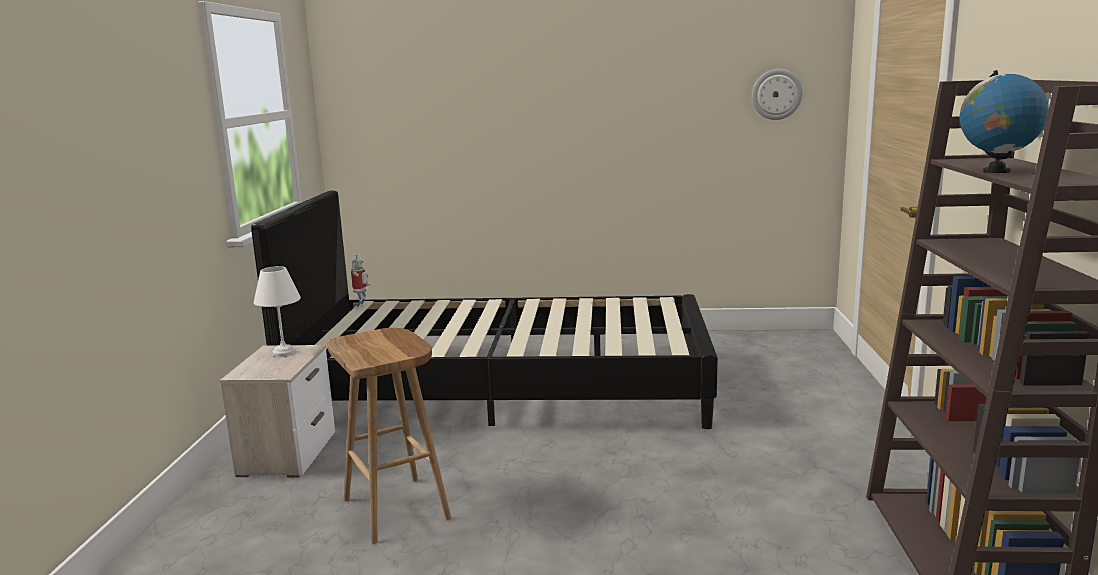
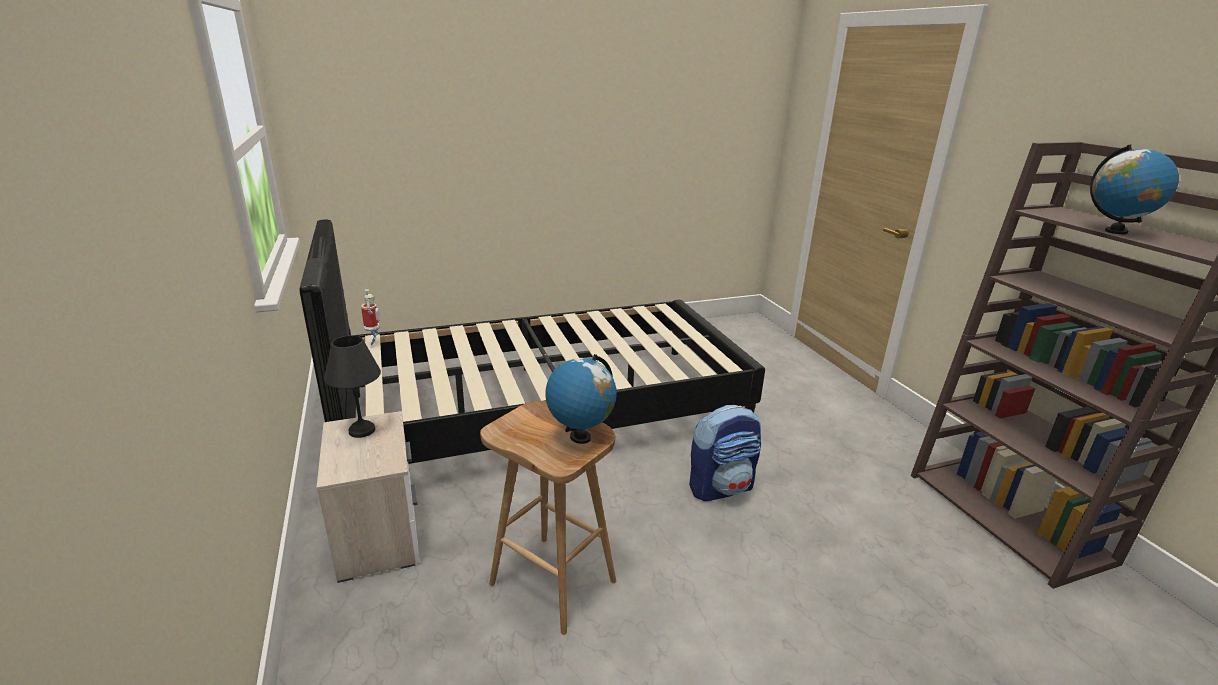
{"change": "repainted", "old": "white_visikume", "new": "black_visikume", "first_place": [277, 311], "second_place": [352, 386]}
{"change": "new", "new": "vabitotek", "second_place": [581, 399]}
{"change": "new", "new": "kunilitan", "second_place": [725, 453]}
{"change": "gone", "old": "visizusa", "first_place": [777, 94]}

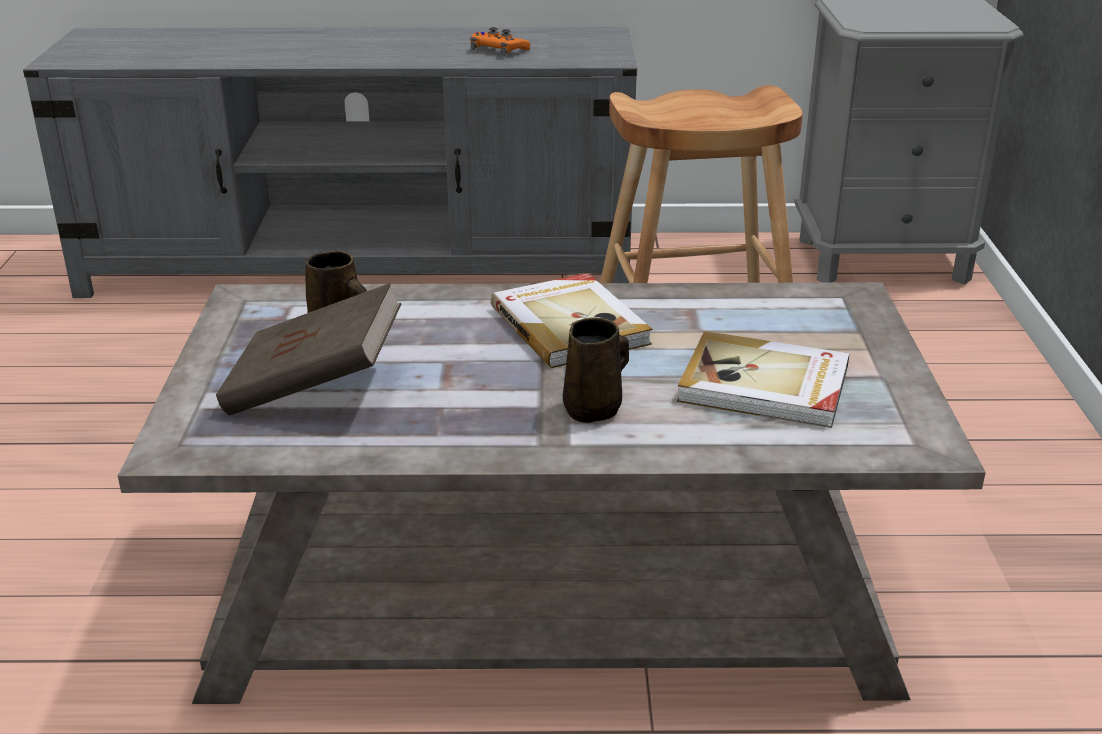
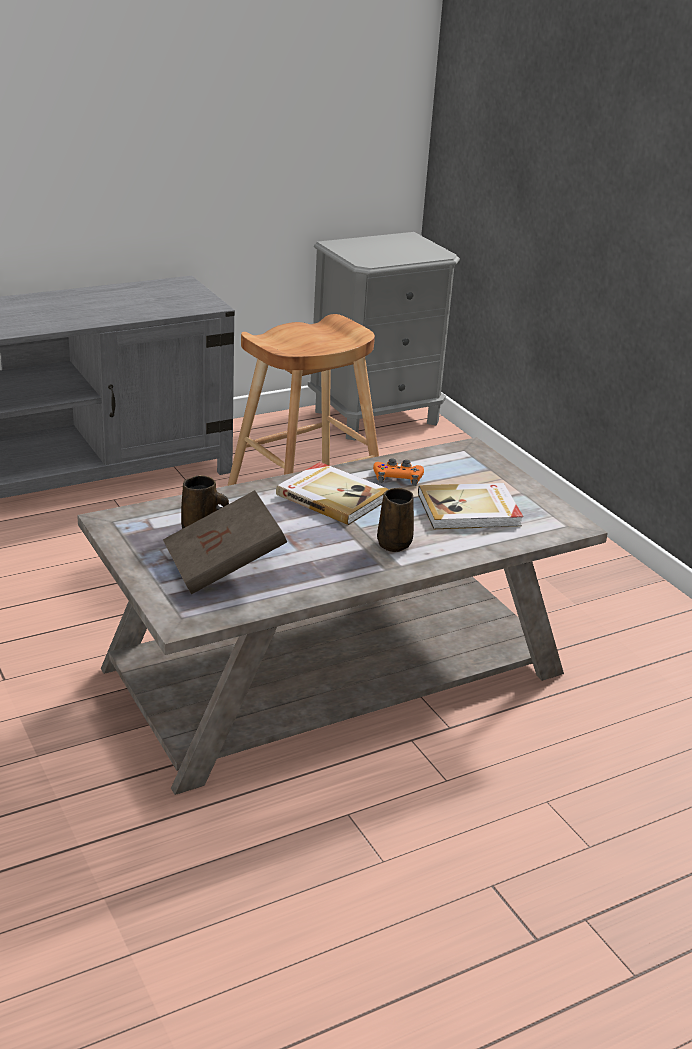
{"change": "shifted", "old": "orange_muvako", "first_place": [500, 41], "second_place": [398, 472]}

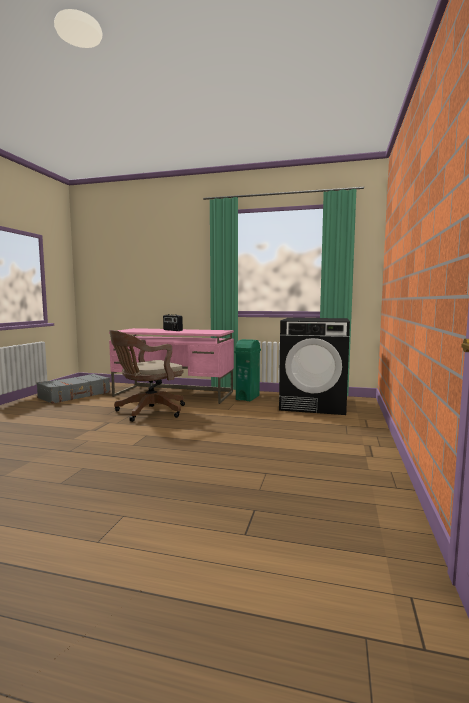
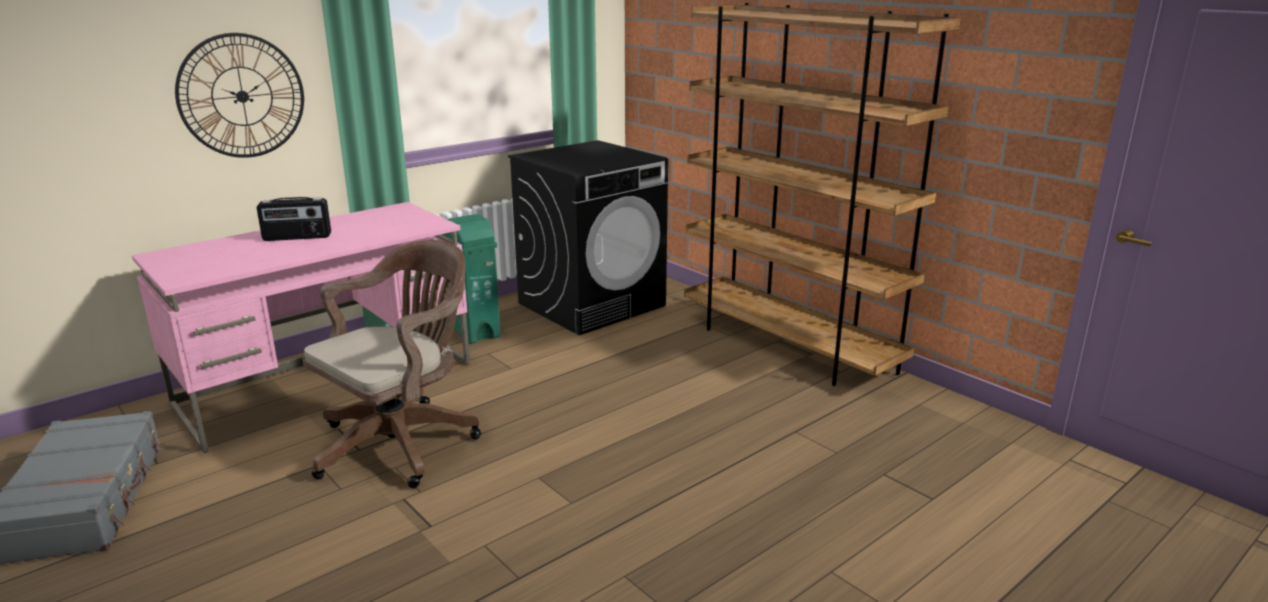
{"change": "new", "new": "visizusa", "second_place": [239, 95]}
{"change": "rotated", "old": "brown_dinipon", "first_place": [147, 376], "second_place": [392, 364], "degrees": -135}
{"change": "new", "new": "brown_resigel", "second_place": [822, 194]}

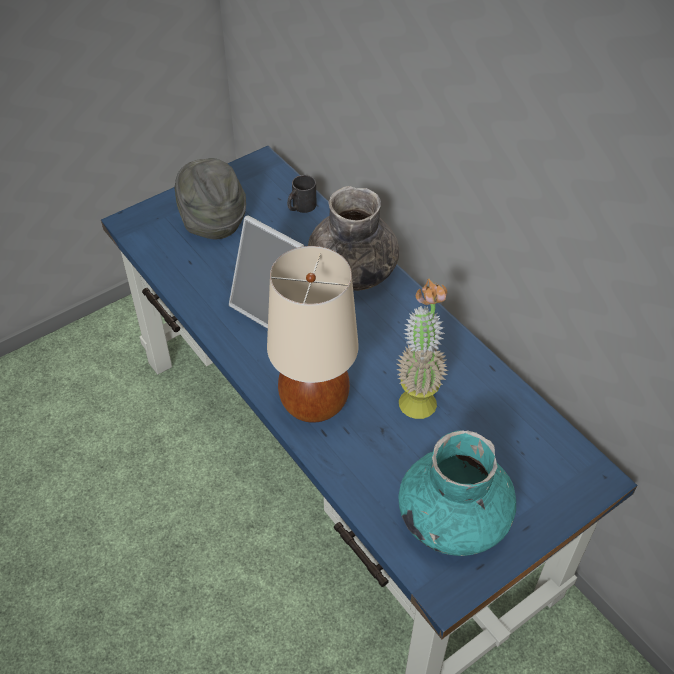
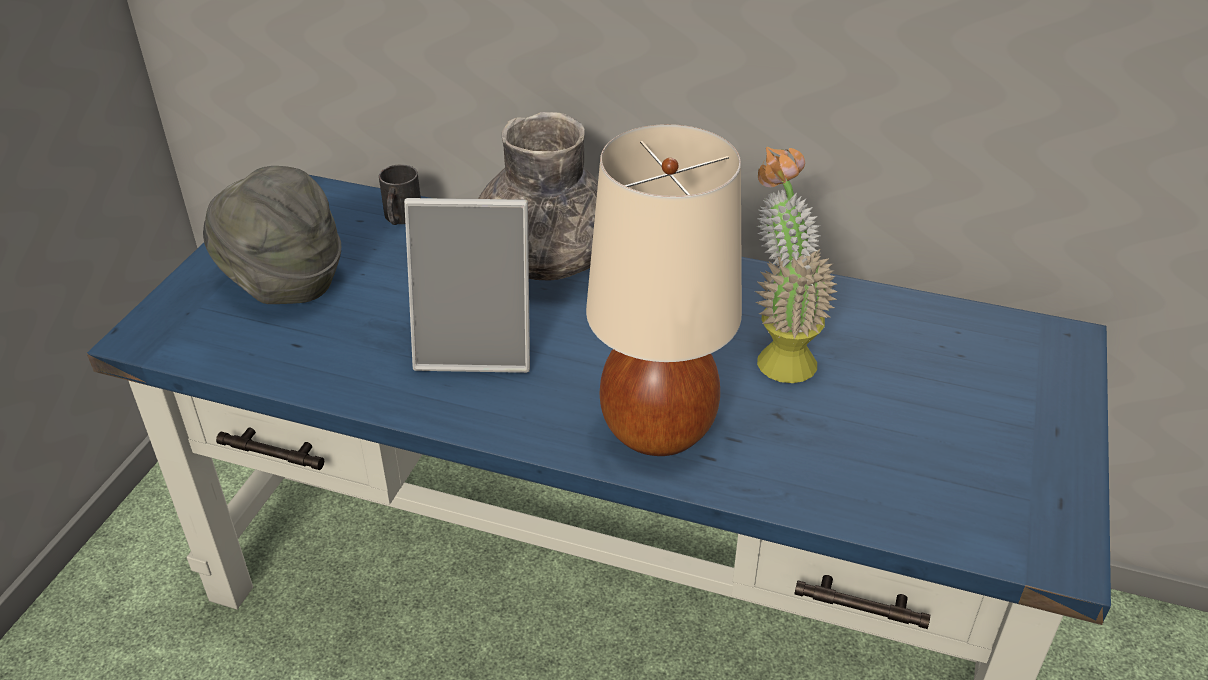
{"change": "gone", "old": "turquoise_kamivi", "first_place": [457, 493]}

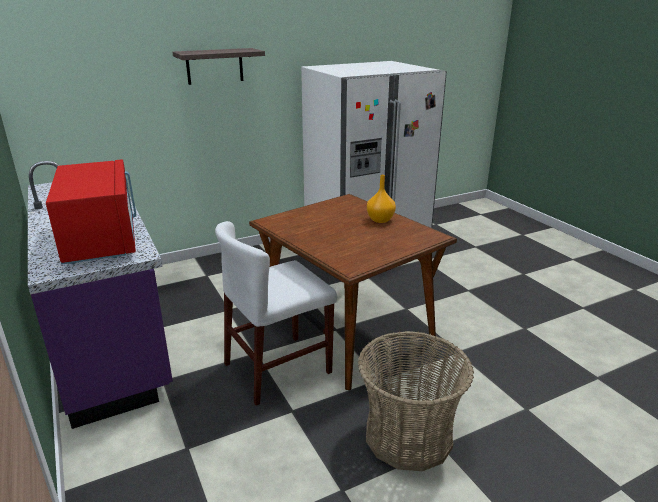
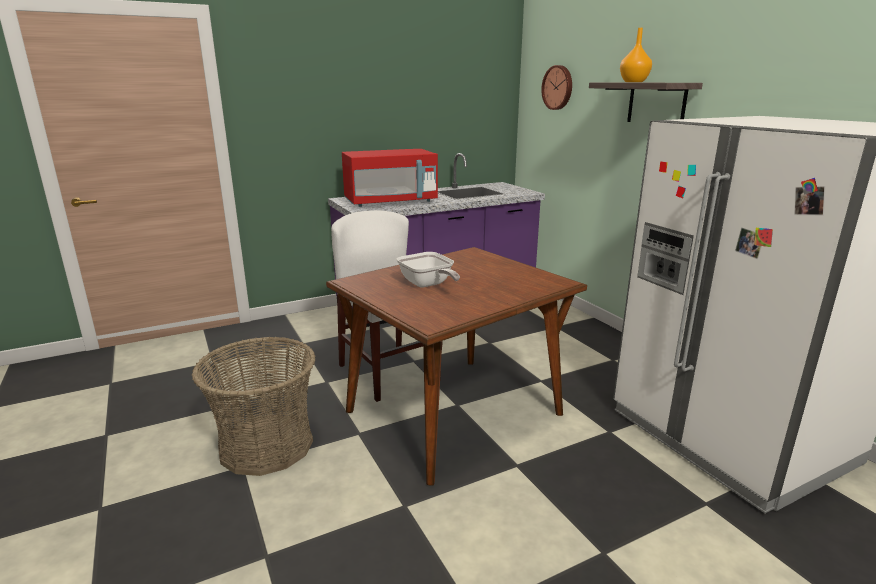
{"change": "new", "new": "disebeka", "second_place": [428, 270]}
{"change": "new", "new": "visizusa", "second_place": [556, 87]}
{"change": "shifted", "old": "orange_kamivi", "first_place": [381, 199], "second_place": [636, 55]}

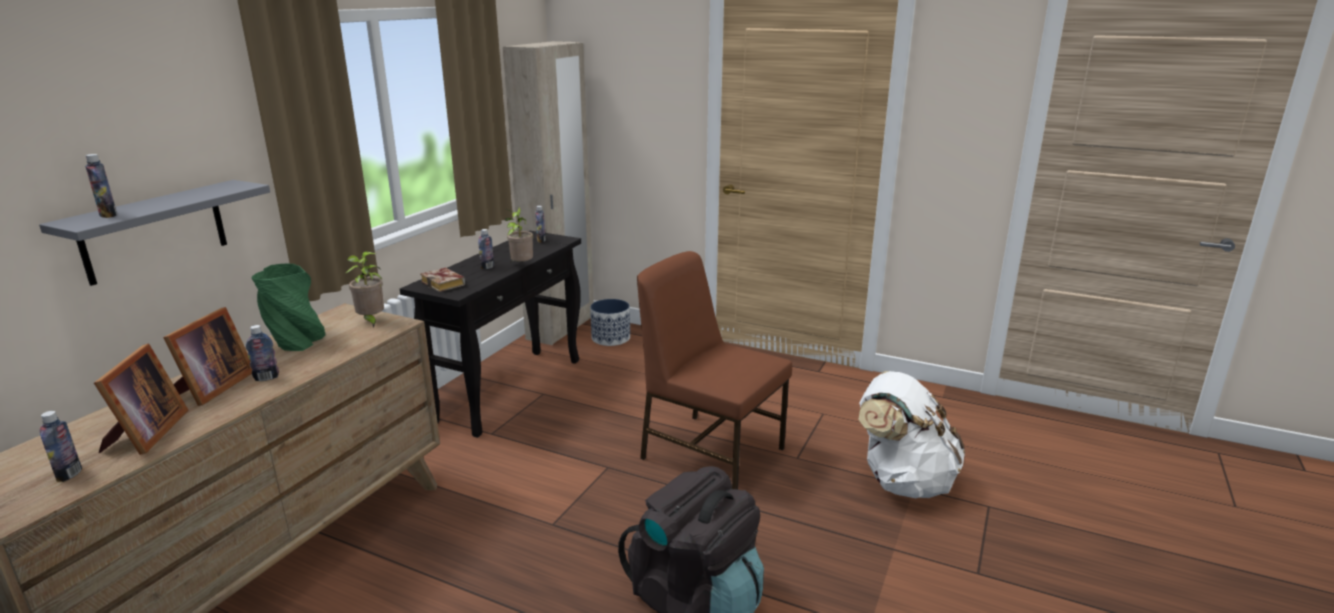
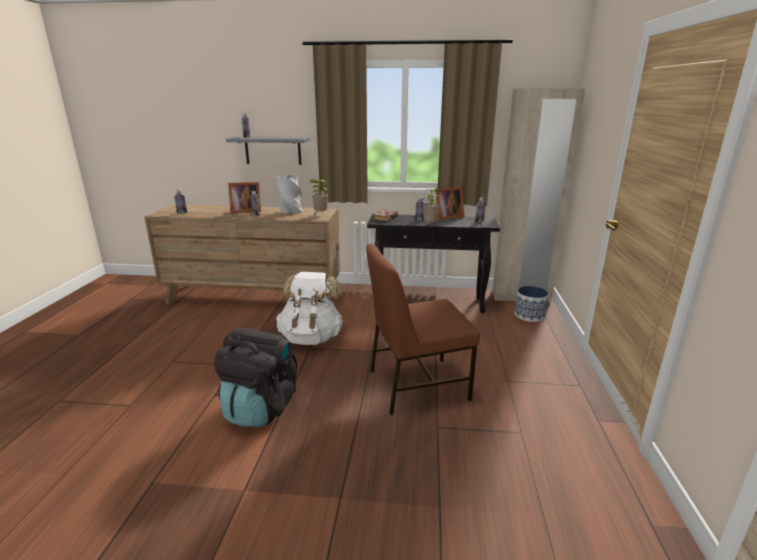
{"change": "shifted", "old": "white_kunilitan", "first_place": [911, 434], "second_place": [310, 308]}
{"change": "repainted", "old": "green_kamivi", "new": "grey_kamivi", "first_place": [289, 307], "second_place": [290, 194]}
{"change": "rotated", "old": "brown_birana", "first_place": [714, 370], "second_place": [423, 329], "degrees": -120}
{"change": "shifted", "old": "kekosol", "first_place": [141, 399], "second_place": [449, 203]}

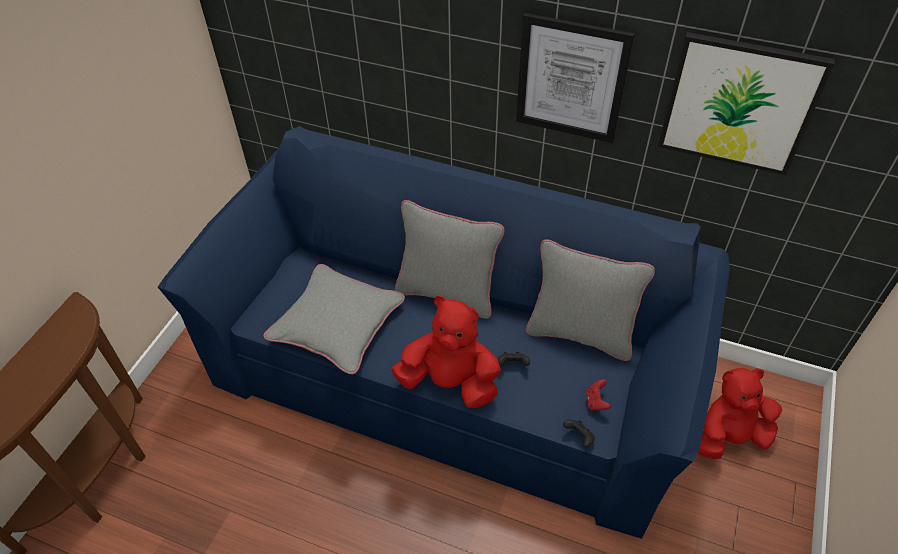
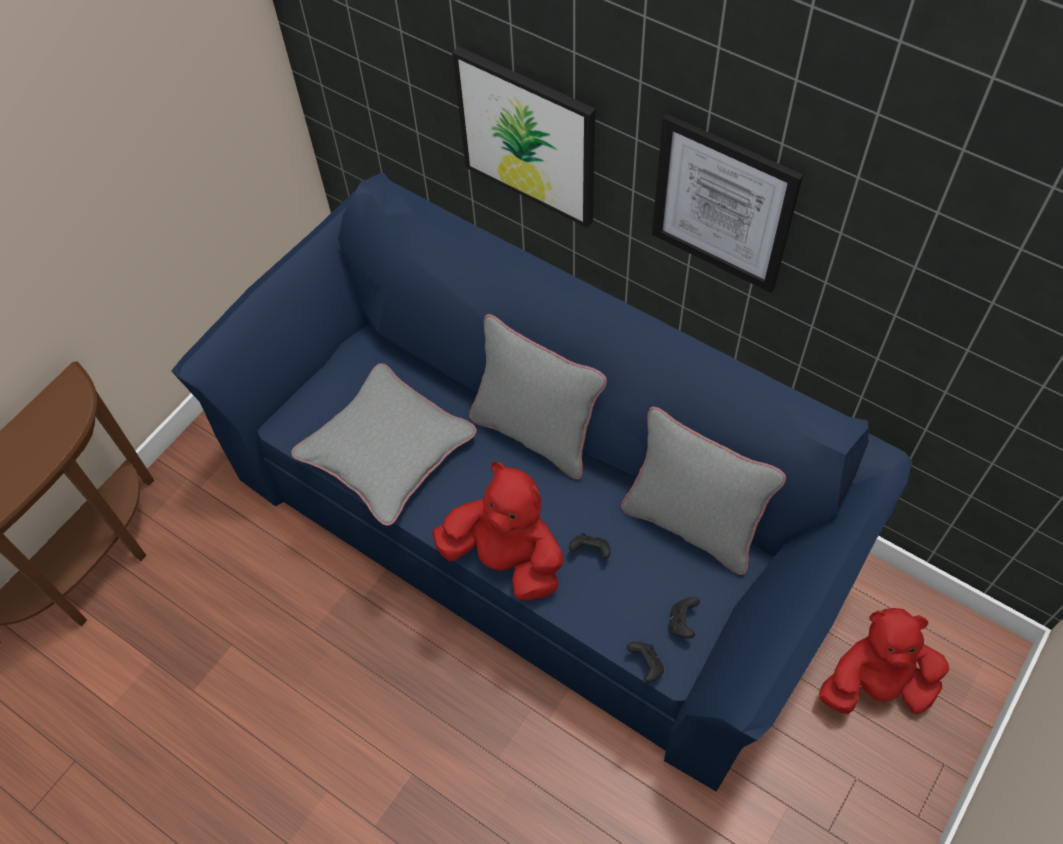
{"change": "shifted", "old": "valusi", "first_place": [746, 103], "second_place": [523, 137]}
{"change": "repainted", "old": "red_muvako", "new": "black_muvako", "first_place": [598, 395], "second_place": [684, 617]}

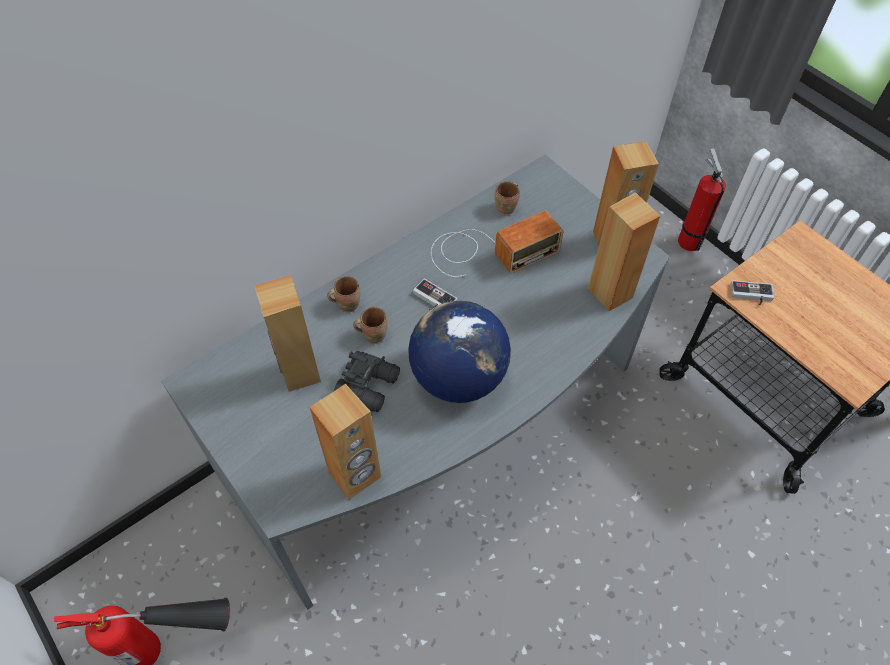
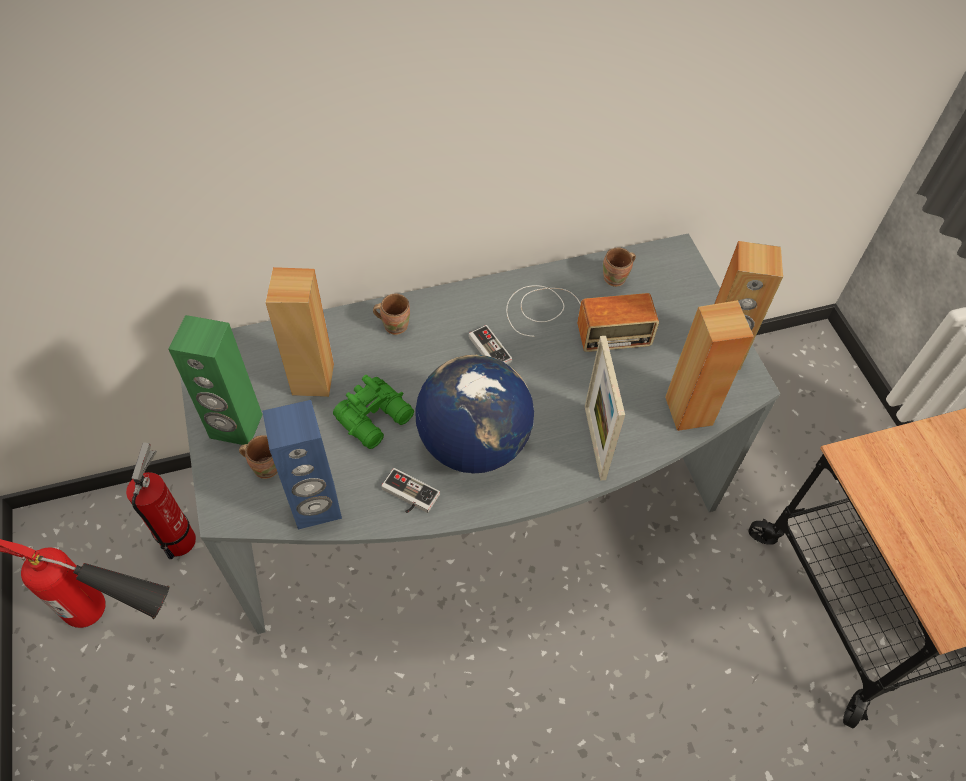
{"change": "shifted", "old": "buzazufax", "first_place": [702, 200], "second_place": [161, 500]}
{"change": "new", "new": "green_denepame", "second_place": [216, 380]}
{"change": "shifted", "old": "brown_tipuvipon", "first_place": [370, 325], "second_place": [258, 457]}
{"change": "repainted", "old": "brown_denepame", "new": "blue_denepame", "first_place": [345, 442], "second_place": [302, 464]}
{"change": "repainted", "old": "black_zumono", "new": "green_zumono", "first_place": [367, 381], "second_place": [373, 412]}
{"change": "shifted", "old": "muvako", "first_place": [752, 292], "second_place": [410, 490]}
{"change": "new", "new": "kekosol", "second_place": [605, 408]}

